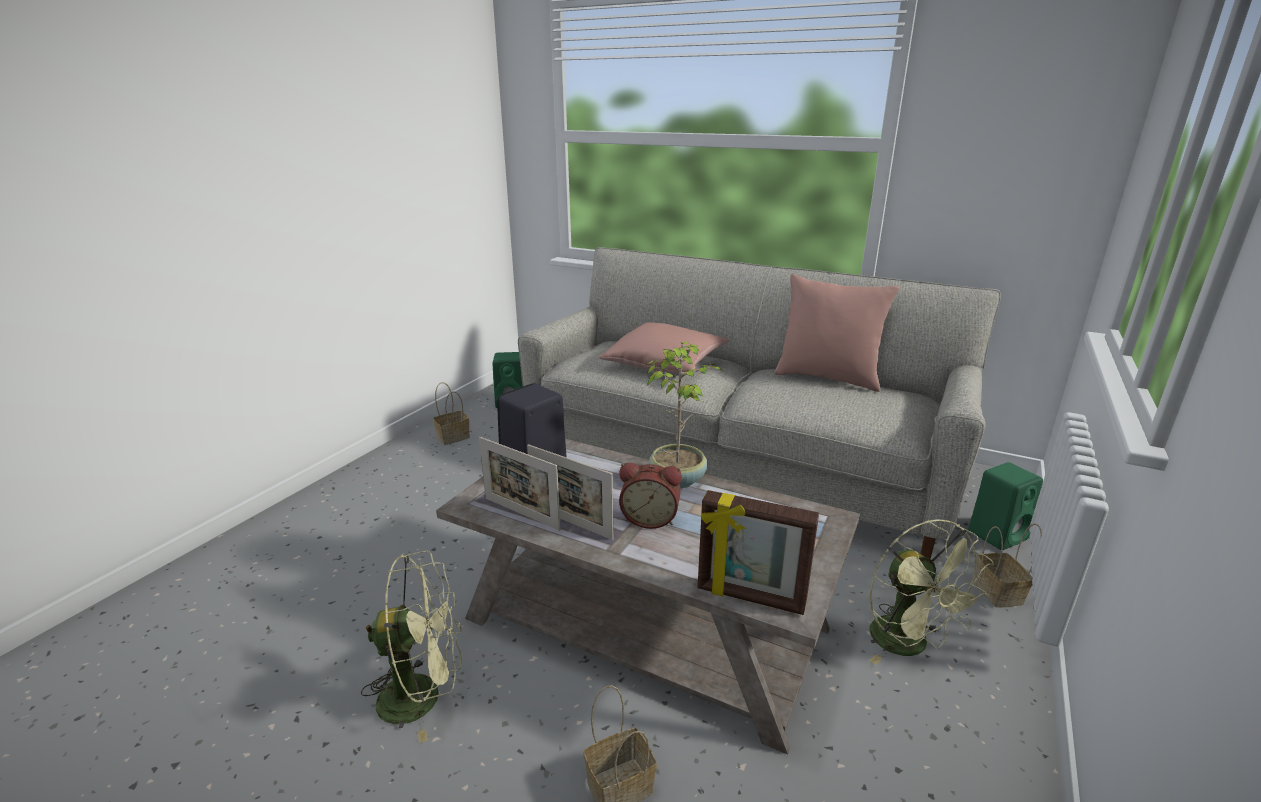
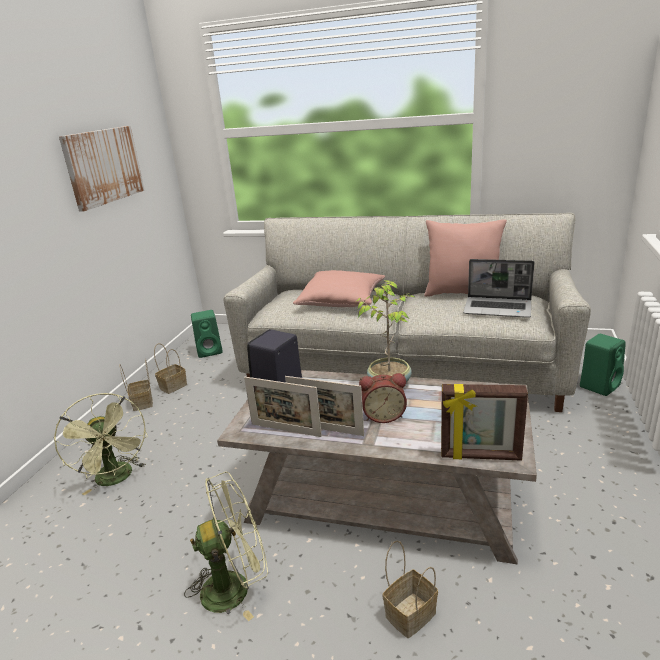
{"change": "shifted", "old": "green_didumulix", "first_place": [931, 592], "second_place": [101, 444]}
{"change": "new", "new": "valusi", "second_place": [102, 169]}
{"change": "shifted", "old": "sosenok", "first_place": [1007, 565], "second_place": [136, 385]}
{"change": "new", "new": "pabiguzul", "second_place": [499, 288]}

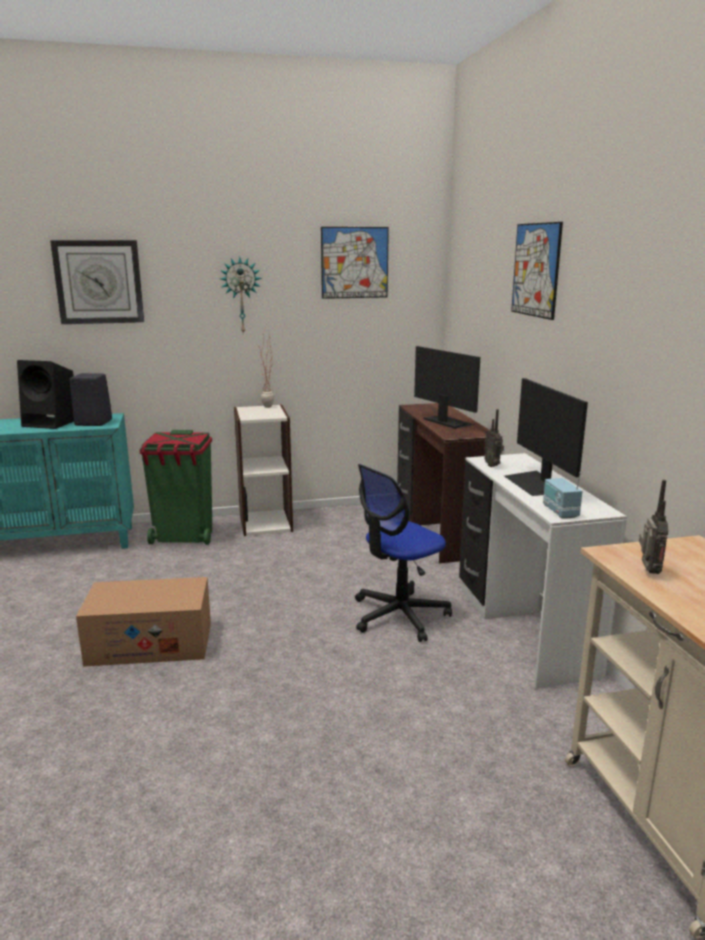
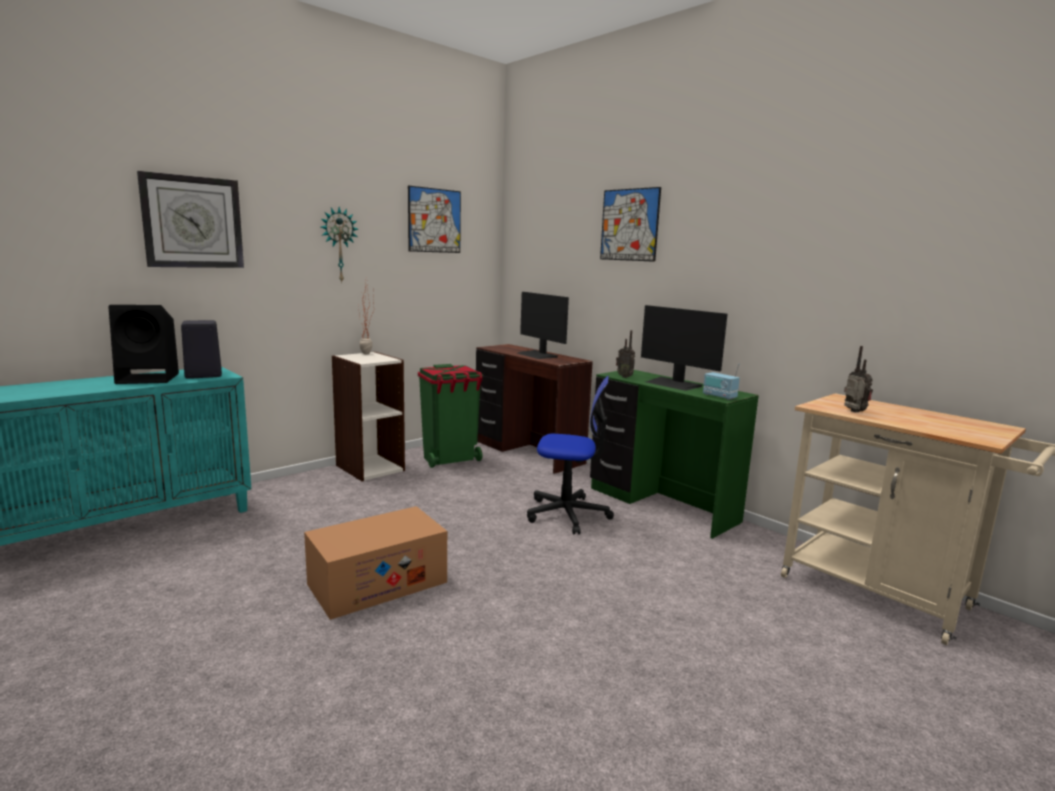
{"change": "shifted", "old": "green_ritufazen", "first_place": [176, 487], "second_place": [450, 416]}
{"change": "rotated", "old": "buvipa", "first_place": [447, 387], "second_place": [543, 325], "degrees": -150}
{"change": "rotated", "old": "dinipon", "first_place": [403, 553], "second_place": [570, 455], "degrees": -105}
{"change": "repainted", "old": "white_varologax", "new": "green_varologax", "first_place": [543, 571], "second_place": [674, 454]}

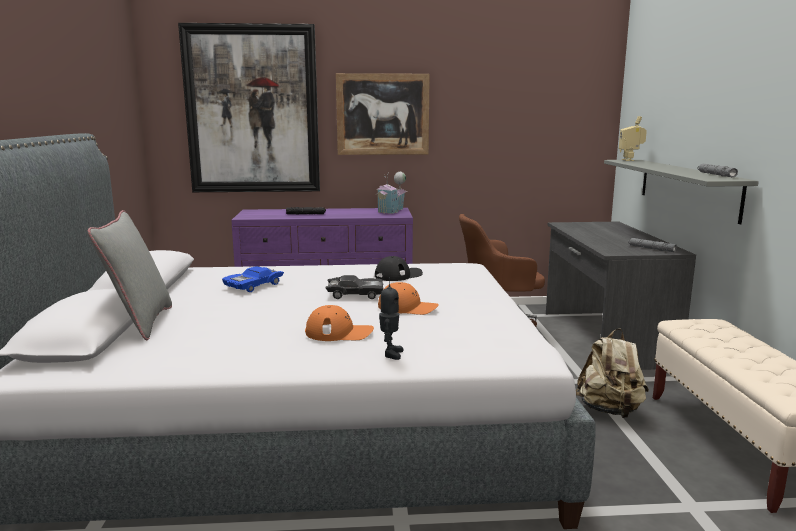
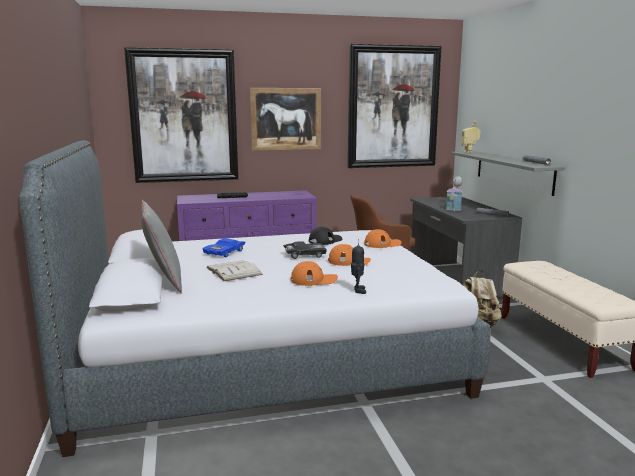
{"change": "new", "new": "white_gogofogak", "second_place": [234, 270]}
{"change": "new", "new": "valusi", "second_place": [394, 106]}
{"change": "new", "new": "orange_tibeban", "second_place": [382, 238]}
{"change": "shifted", "old": "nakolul", "first_place": [392, 192], "second_place": [454, 193]}

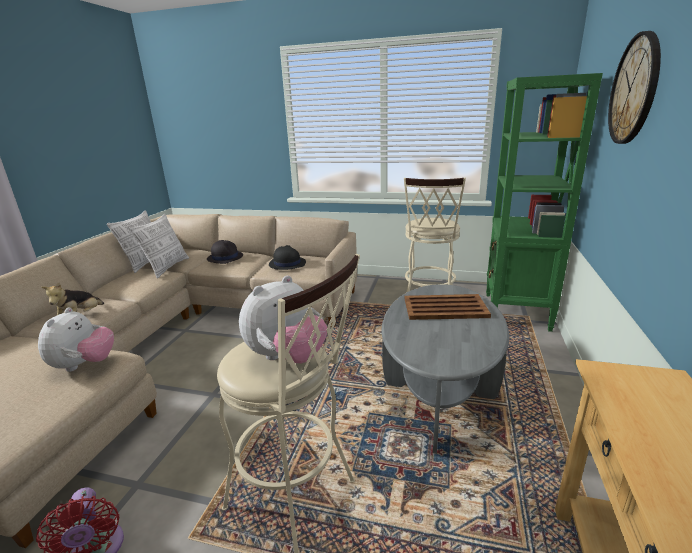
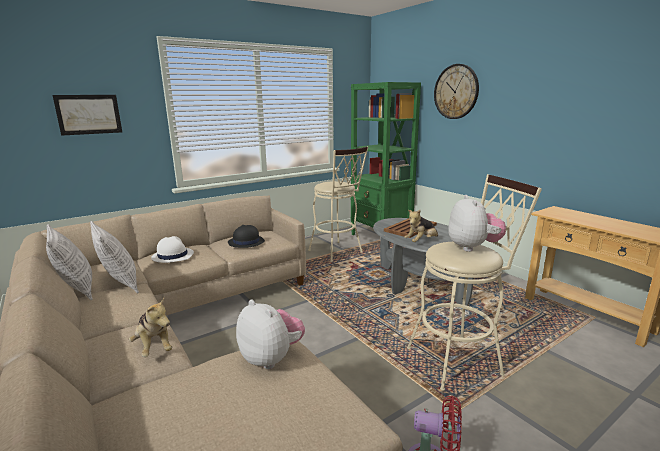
{"change": "new", "new": "valusi", "second_place": [87, 115]}
{"change": "repainted", "old": "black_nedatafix", "new": "white_nedatafix", "first_place": [225, 252], "second_place": [172, 249]}
{"change": "new", "new": "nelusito", "second_place": [421, 225]}

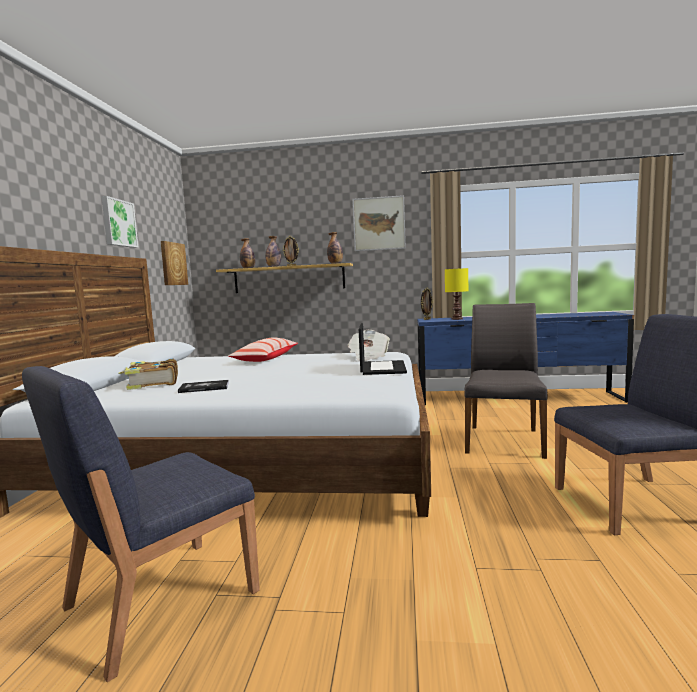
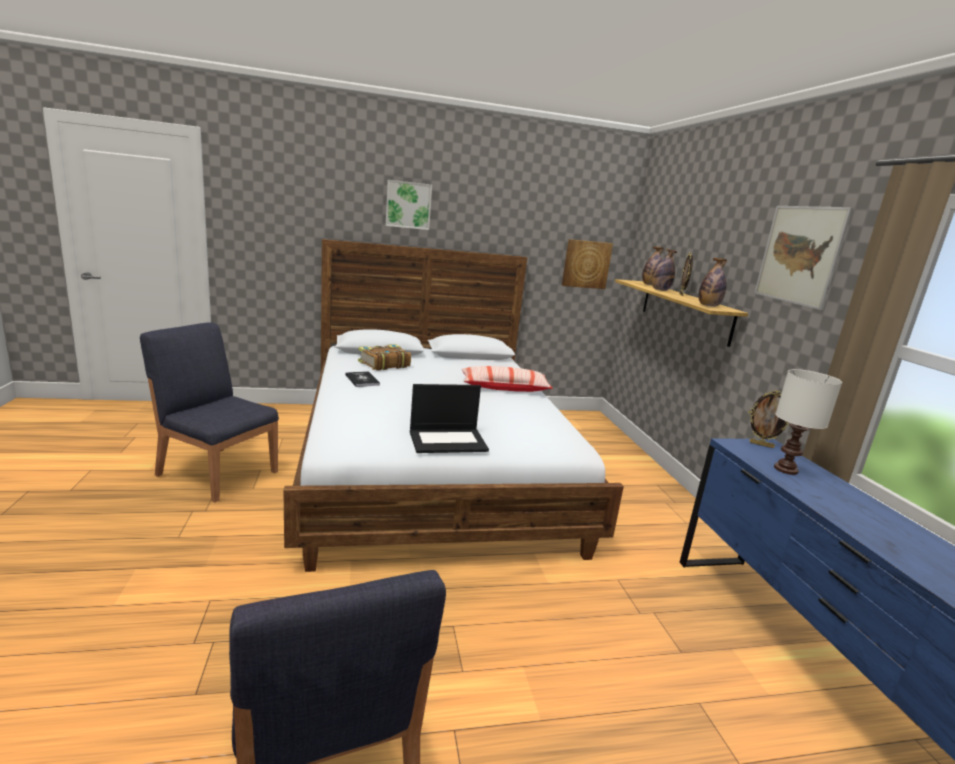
{"change": "shifted", "old": "valusi", "first_place": [119, 222], "second_place": [409, 205]}
{"change": "repainted", "old": "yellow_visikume", "new": "white_visikume", "first_place": [456, 294], "second_place": [808, 422]}
{"change": "gone", "old": "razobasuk", "first_place": [369, 345]}
{"change": "gone", "old": "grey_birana", "first_place": [505, 381]}

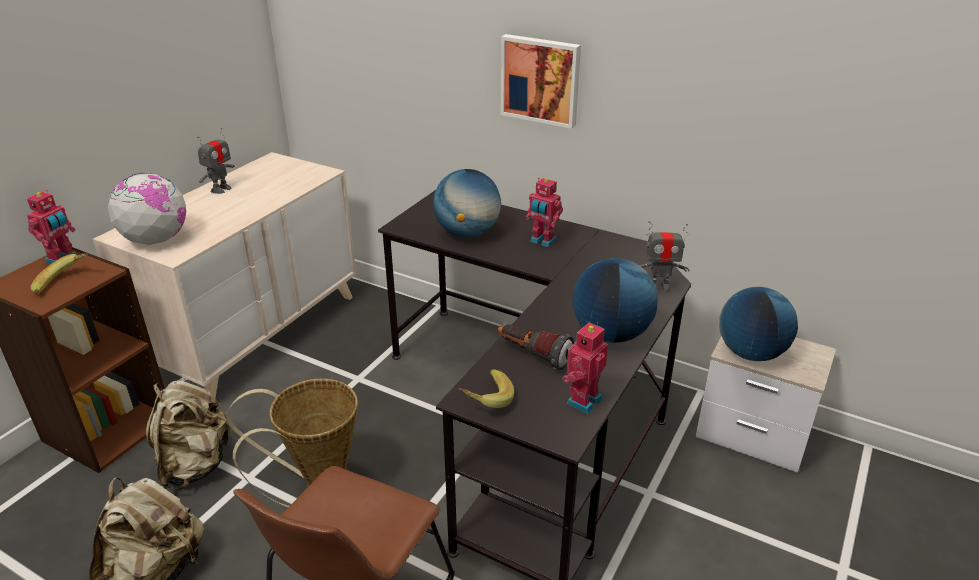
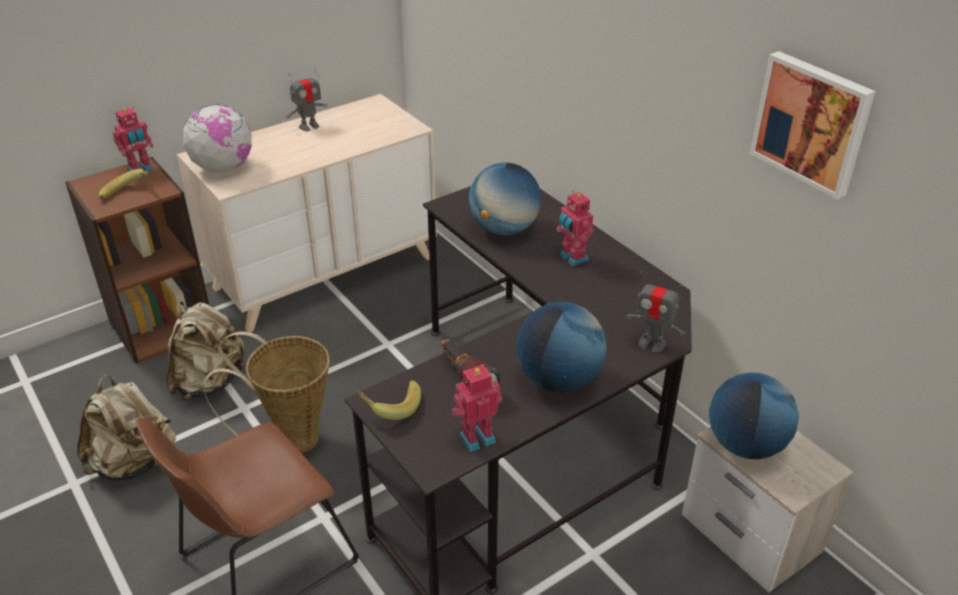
{"change": "shifted", "old": "valusi", "first_place": [541, 81], "second_place": [813, 125]}

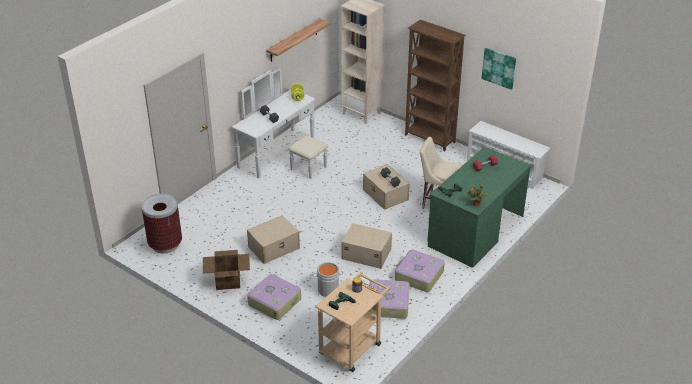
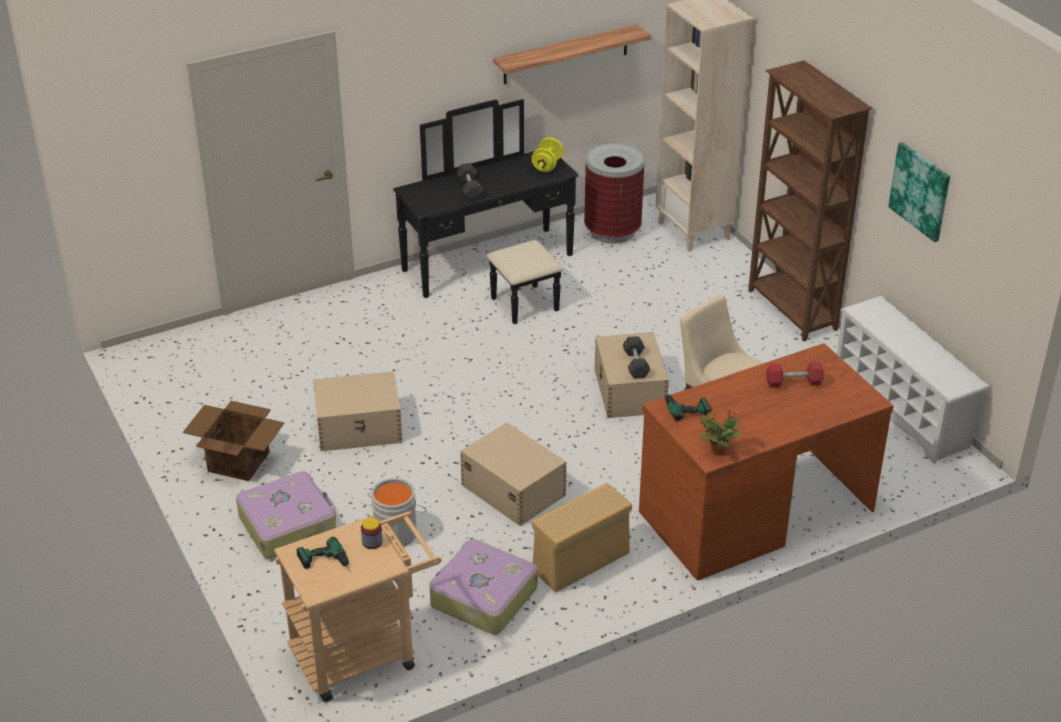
{"change": "repainted", "old": "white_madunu", "new": "black_madunu", "first_place": [280, 123], "second_place": [485, 211]}
{"change": "swapped", "old": "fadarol", "new": "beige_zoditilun", "first_place": [420, 271], "second_place": [582, 537]}
{"change": "shifted", "old": "ritufazen", "first_place": [162, 224], "second_place": [614, 193]}
{"change": "repainted", "old": "green_varologax", "new": "brown_varologax", "first_place": [479, 207], "second_place": [766, 461]}

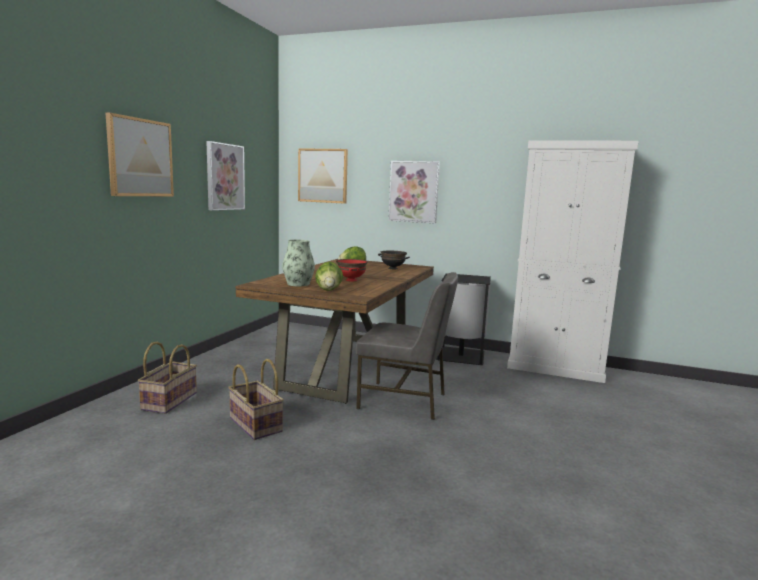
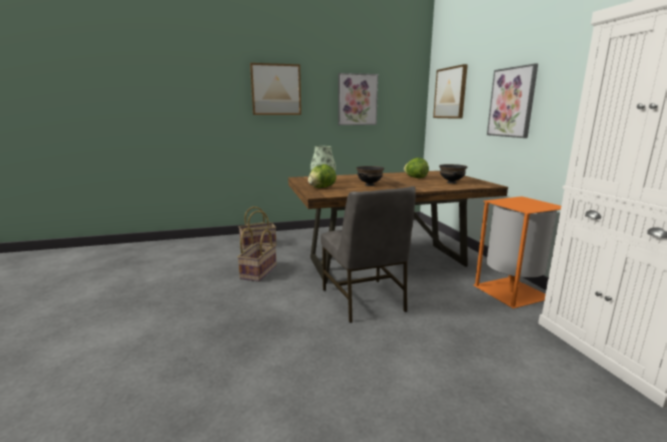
{"change": "repainted", "old": "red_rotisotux", "new": "black_rotisotux", "first_place": [352, 270], "second_place": [370, 176]}
{"change": "repainted", "old": "black_ritufazen", "new": "orange_ritufazen", "first_place": [463, 319], "second_place": [517, 252]}

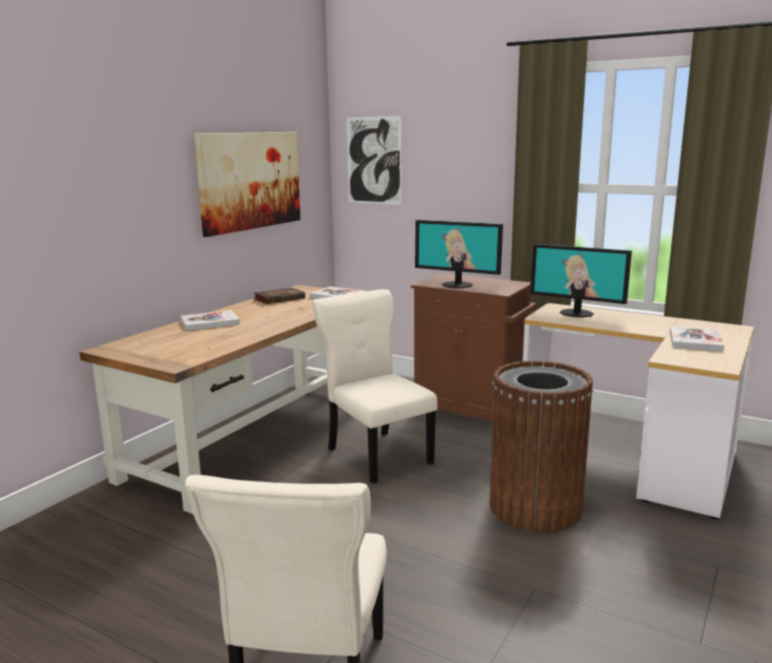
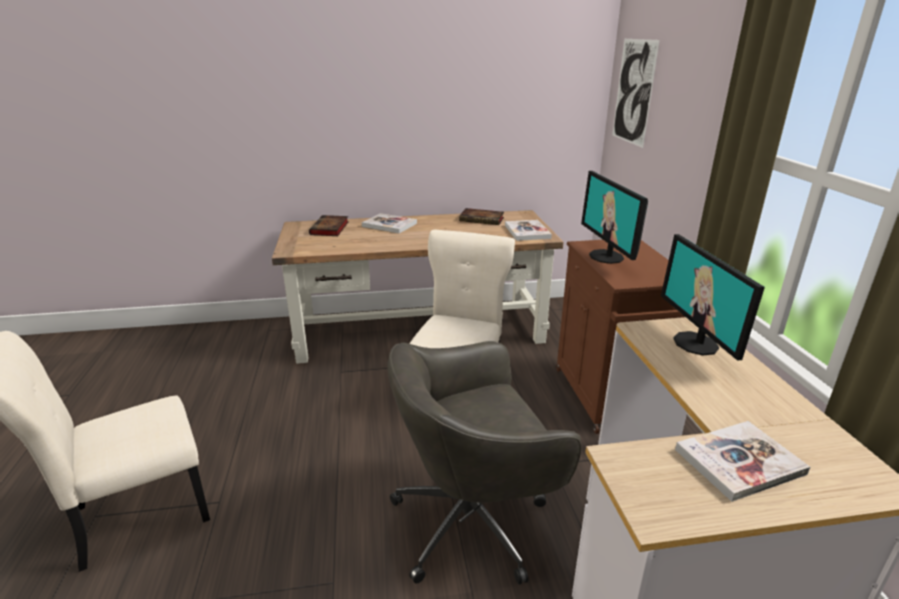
{"change": "new", "new": "gogofogak", "second_place": [328, 225]}
{"change": "swapped", "old": "brown_ritufazen", "new": "grey_dinipon", "first_place": [541, 446], "second_place": [485, 462]}
{"change": "gone", "old": "valusi", "first_place": [247, 184]}

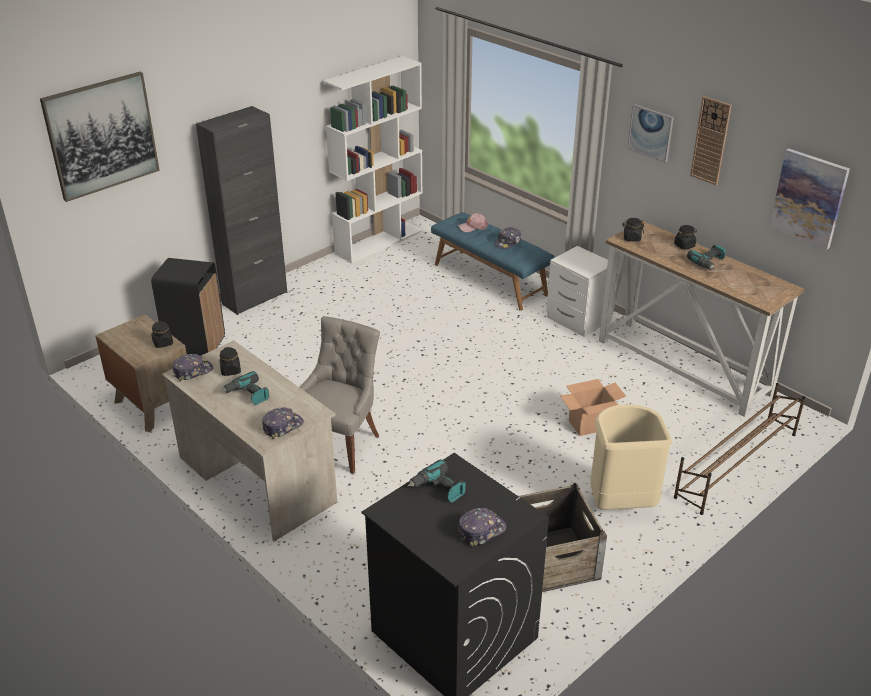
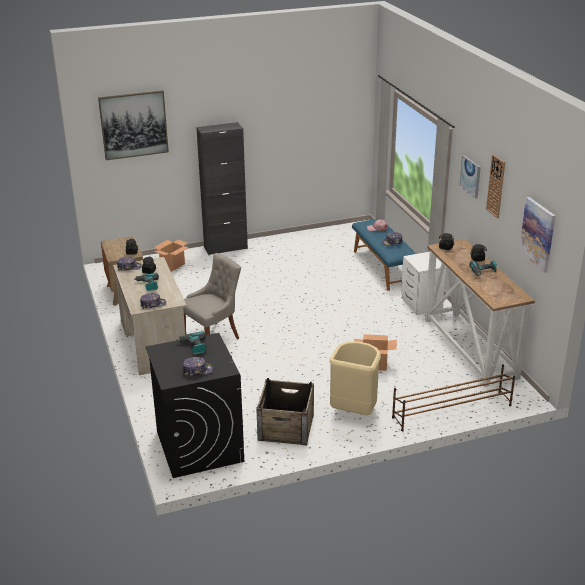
{"change": "swapped", "old": "black_ritufazen", "new": "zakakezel", "first_place": [188, 307], "second_place": [171, 256]}
{"change": "gone", "old": "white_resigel", "first_place": [373, 160]}

